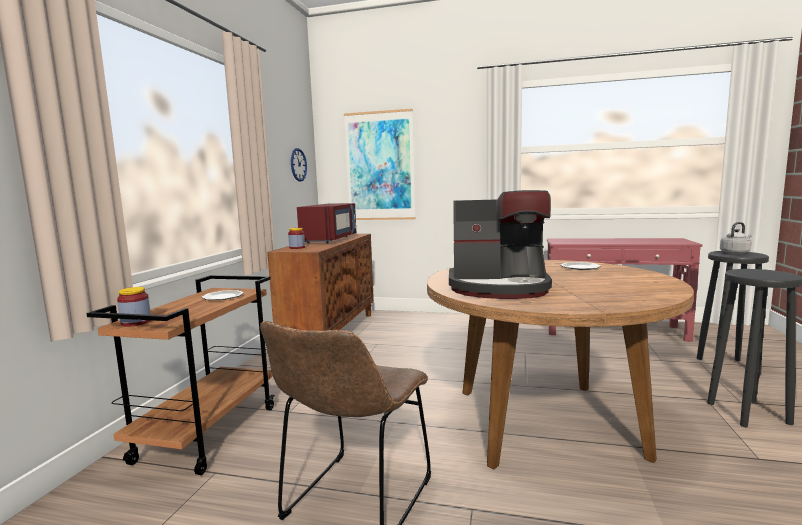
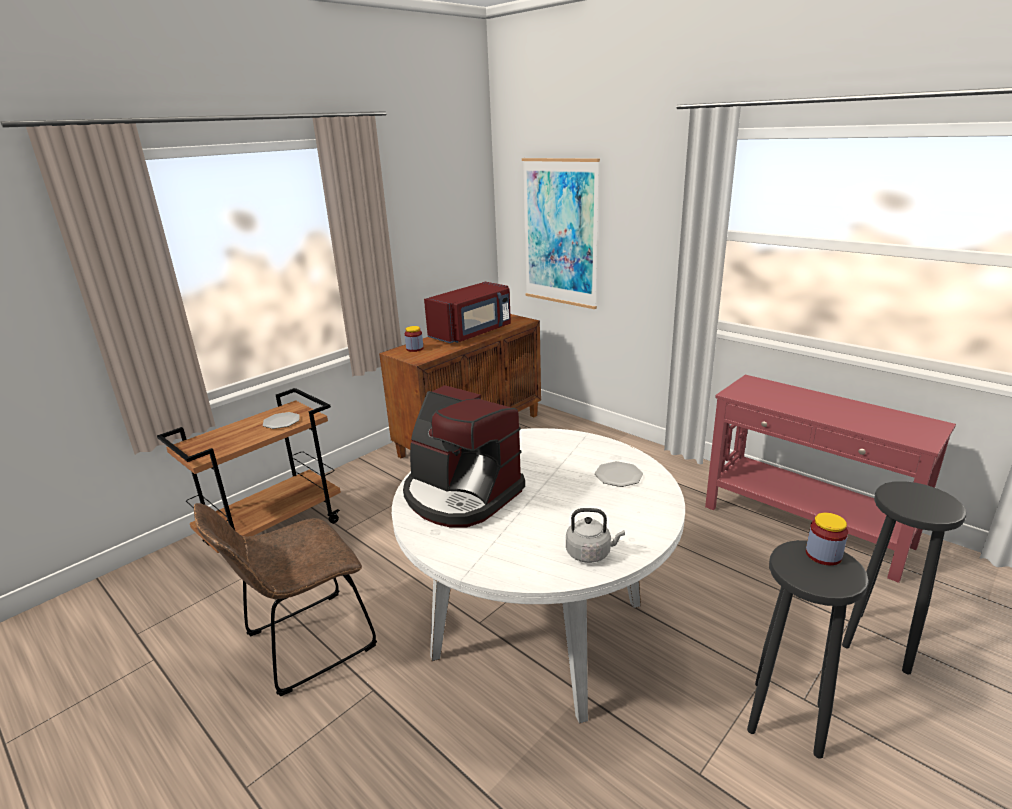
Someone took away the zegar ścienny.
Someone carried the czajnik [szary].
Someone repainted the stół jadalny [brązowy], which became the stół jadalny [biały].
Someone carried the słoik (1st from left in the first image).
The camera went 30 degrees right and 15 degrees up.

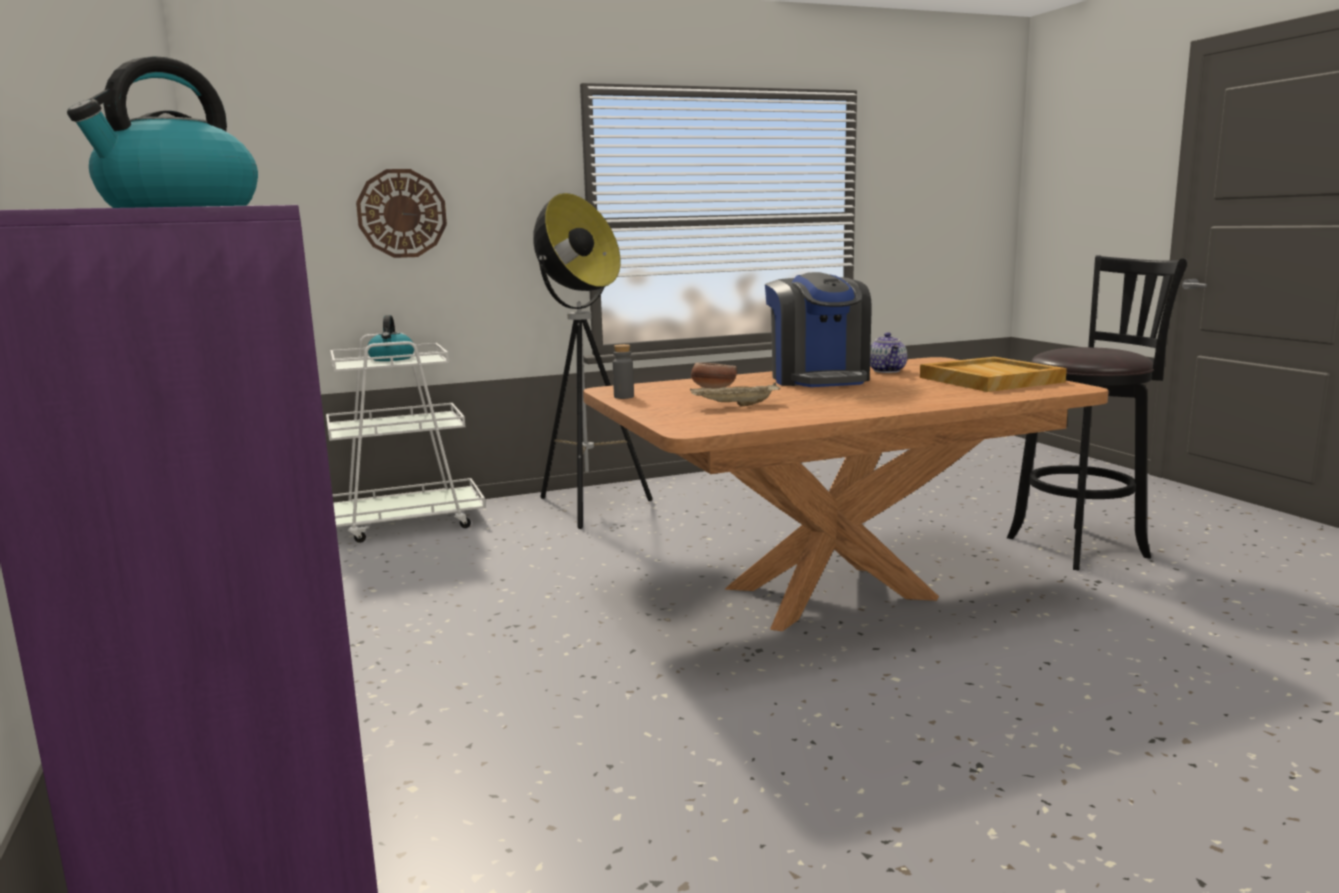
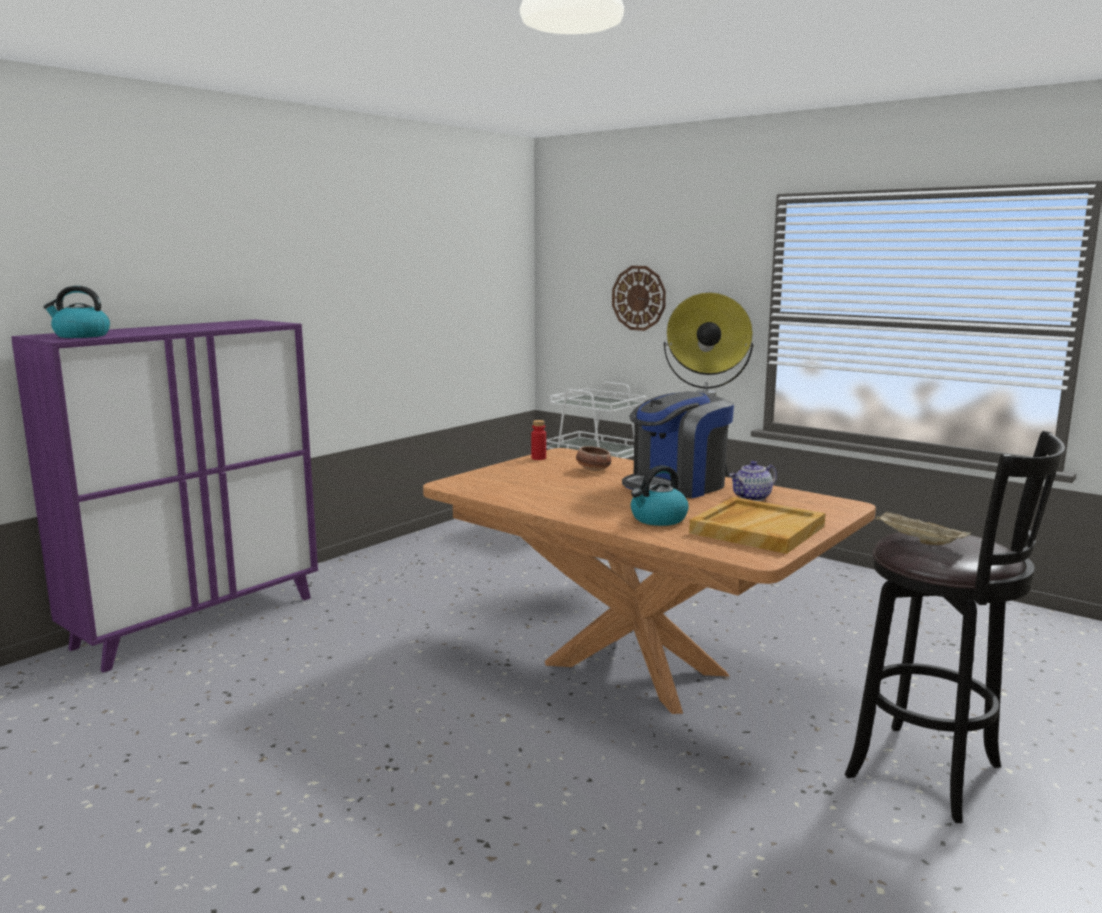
Someone carried the czajnik (2nd from left).
Someone repainted the butelka [szary], which became the butelka [czerwony].
Someone carried the taca [beżowy] (1st from left in the first image).
The camera went 60 degrees right and 0 degrees up.

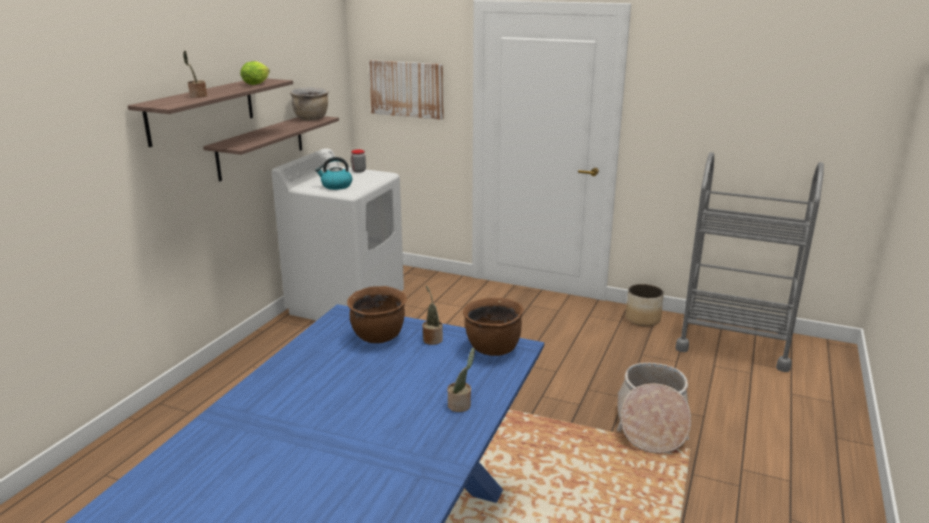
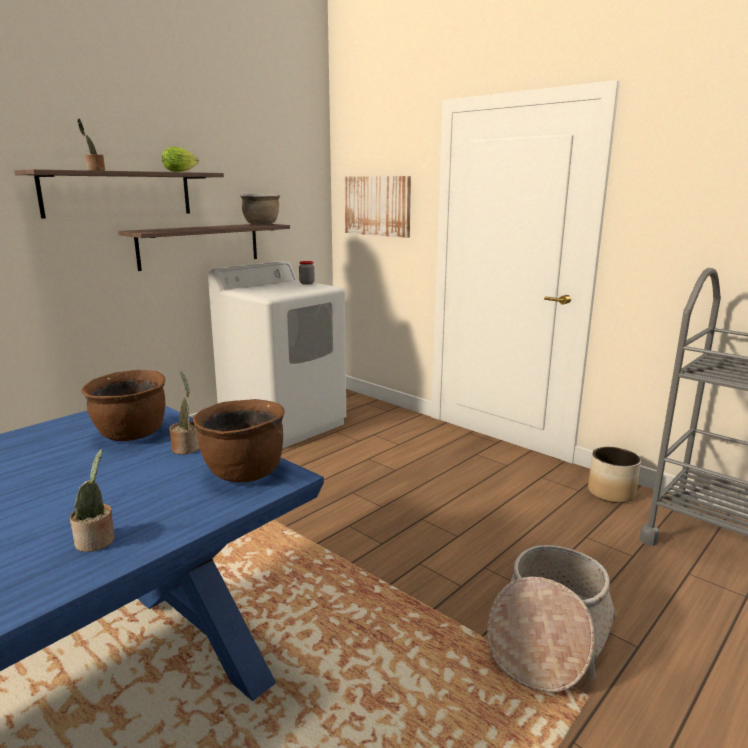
Someone took away the czajnik.
The camera went 20 degrees right and 5 degrees down.

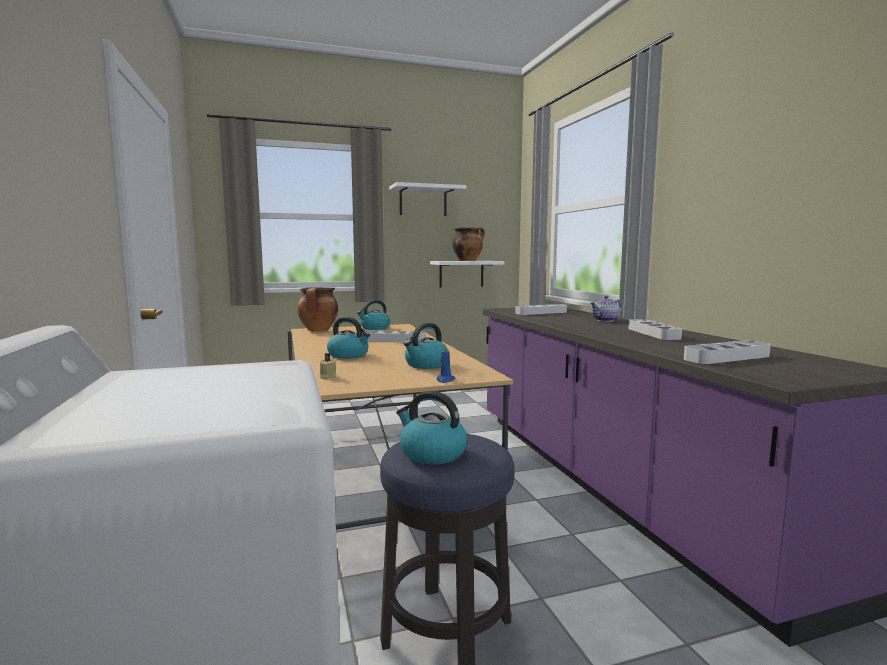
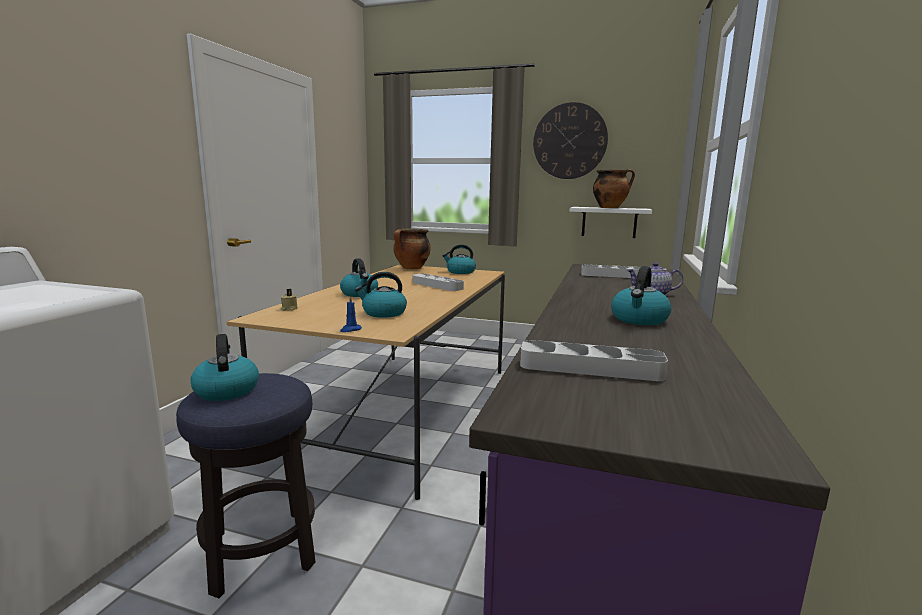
Someone swapped the półka [biały] (1st from left) for the zegar ścienny.
Someone swapped the taca [szary] (3rd from left) for the czajnik (5th from left).
The camera went 35 degrees right and 5 degrees up.

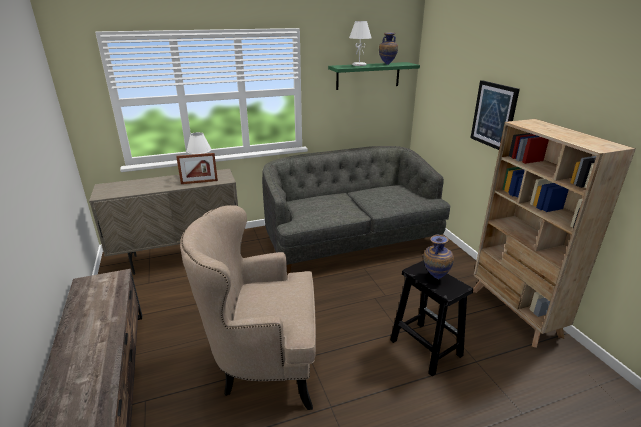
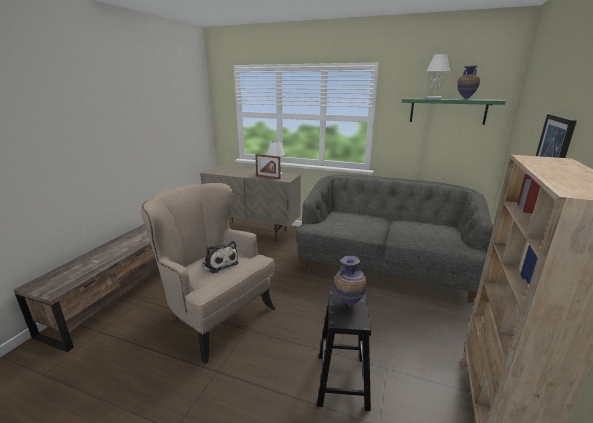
Someone put down the pluszak.
The camera went 40 degrees right and 5 degrees down.

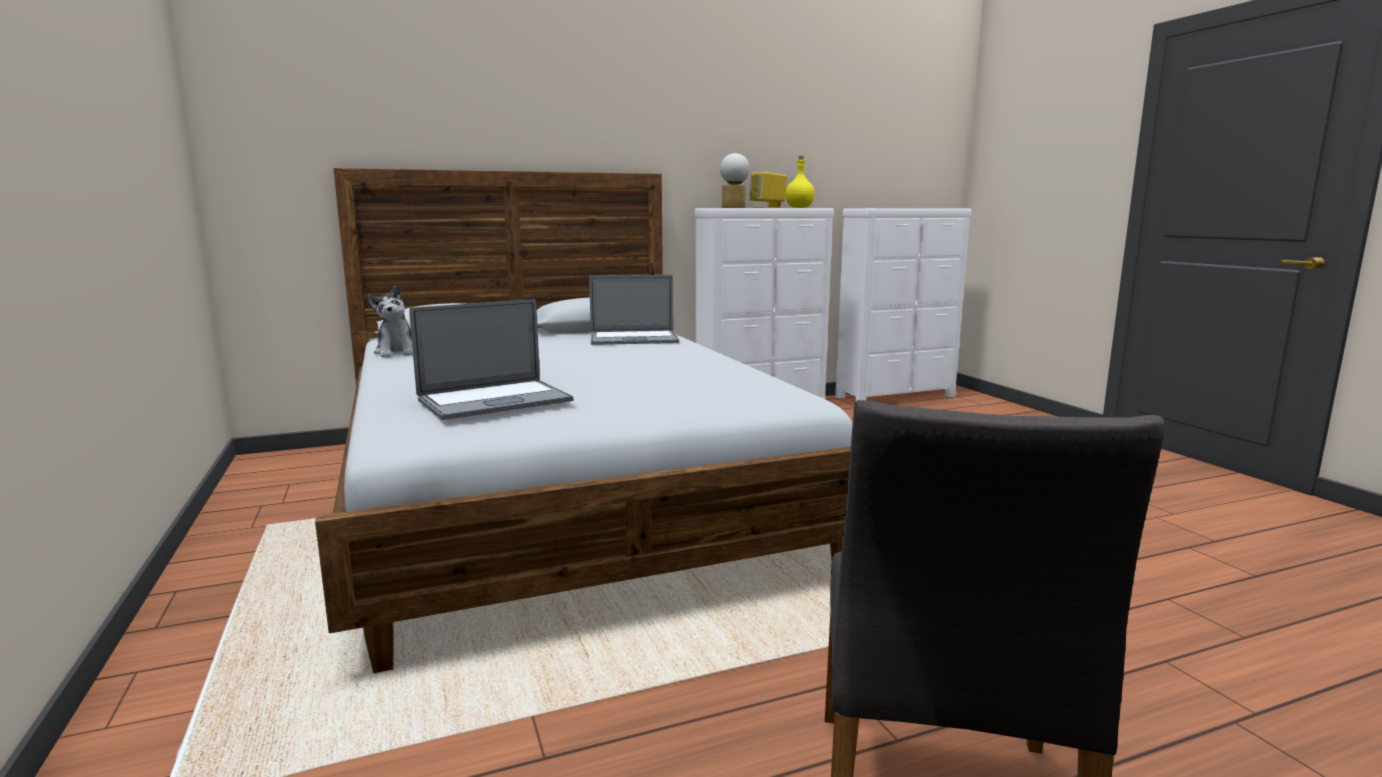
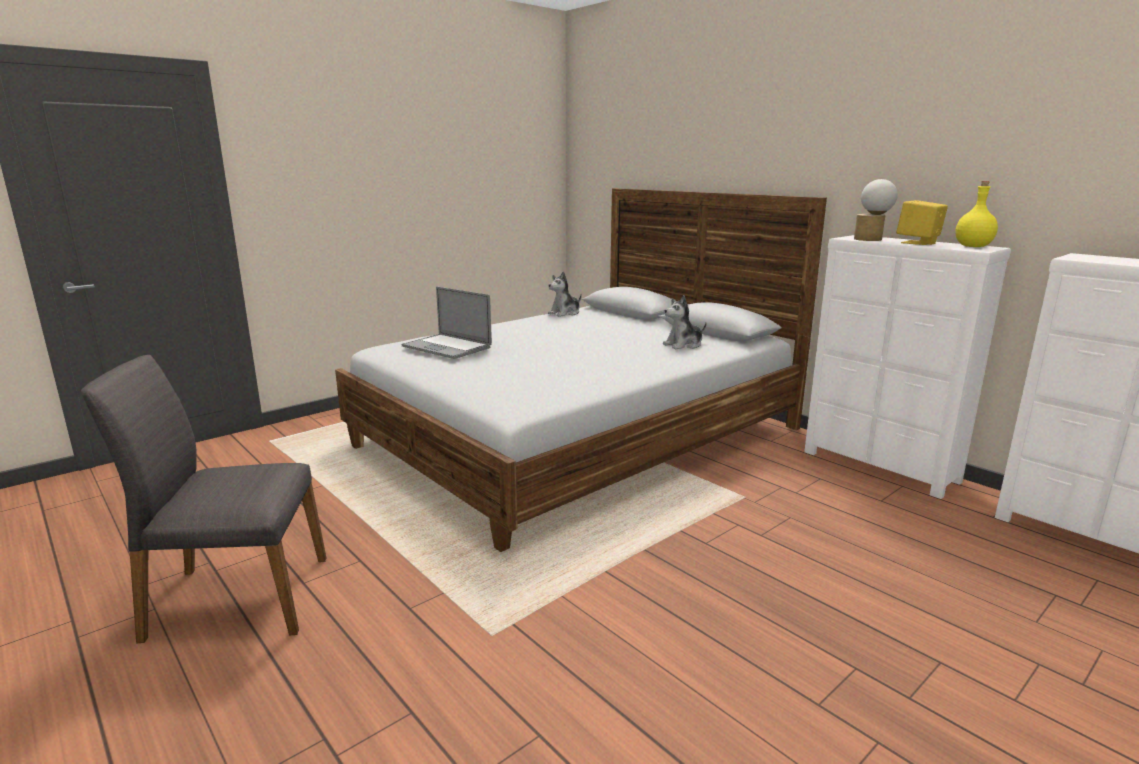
Someone swapped the laptop (2nd from left) for the pluszak (2nd from left).
The camera went 70 degrees right and 5 degrees up.

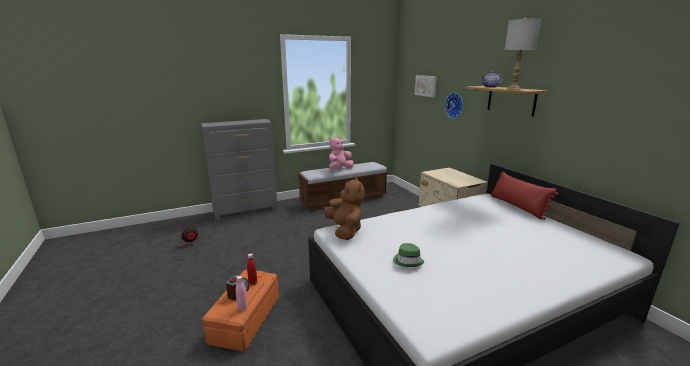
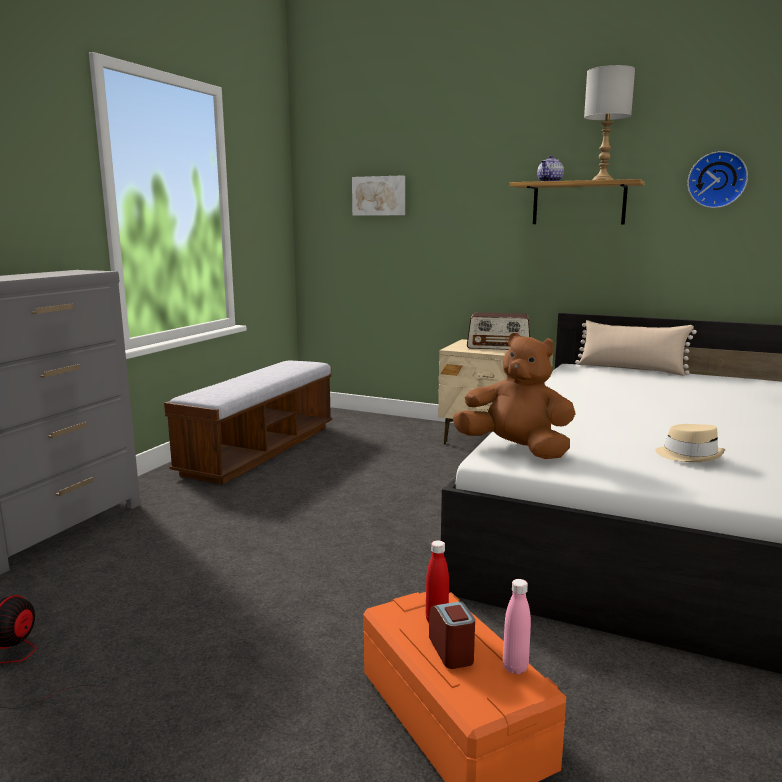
Someone carried the zegar ścienny.
Someone took away the pluszak [różowy].
Someone repainted the poduszka [czerwony], which became the poduszka [beżowy].
Someone repainted the kapelusz [zielony], which became the kapelusz [beżowy].
Someone put down the radio.
The camera went 40 degrees left and 5 degrees down.

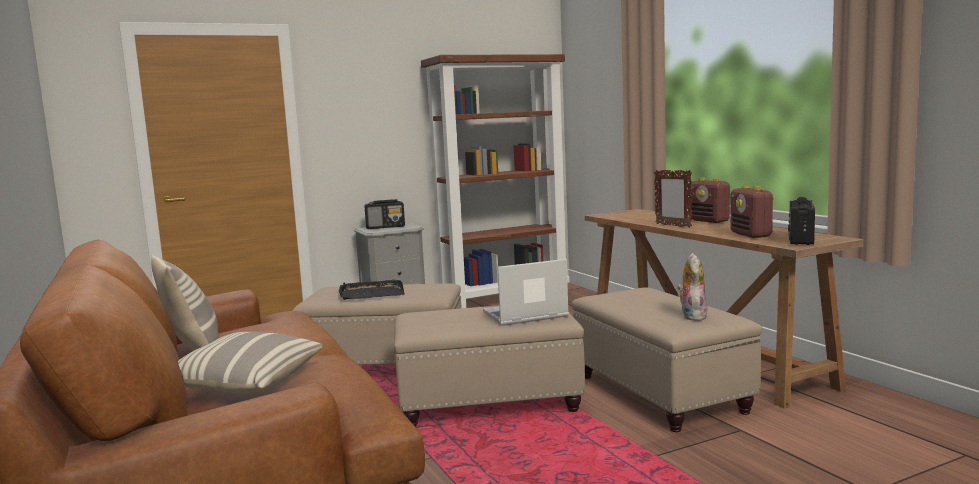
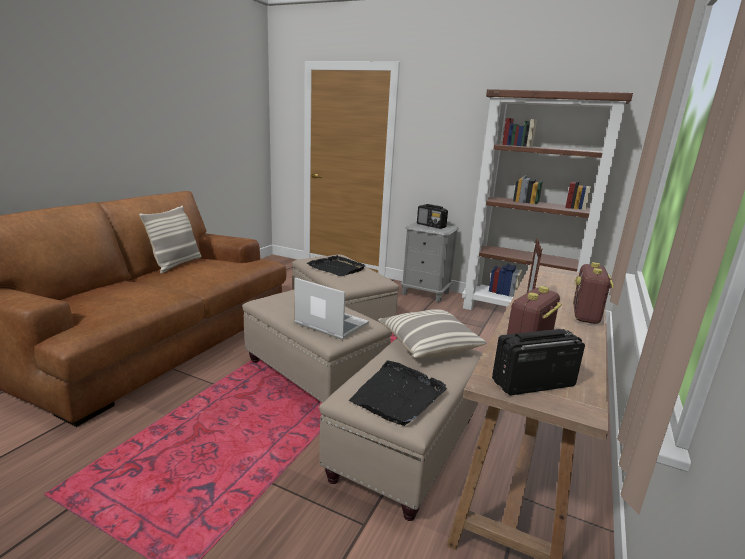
Someone swapped the pluszak for the taca [czarny] (2nd from left).
Someone carried the poduszka (2nd from left).
The camera went 50 degrees right and 10 degrees up.

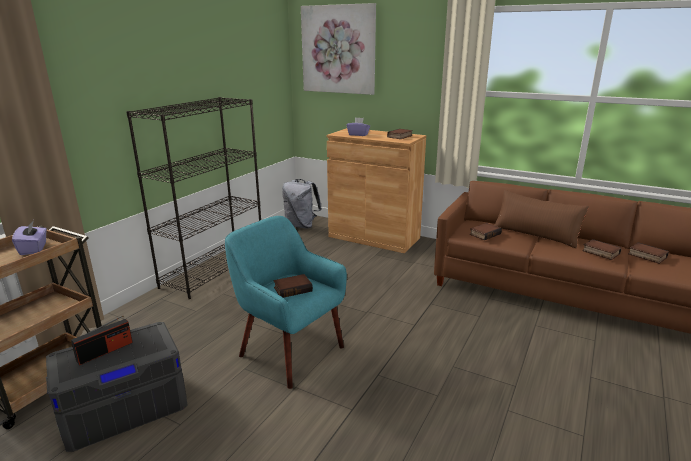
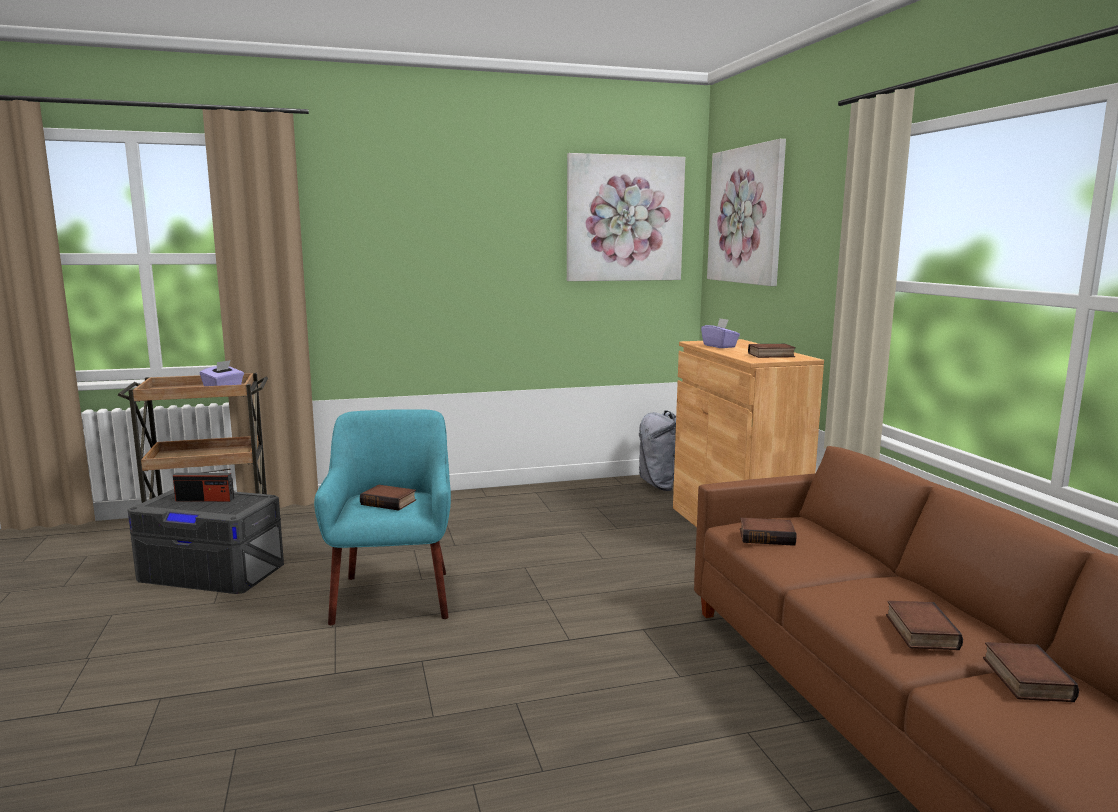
Someone took away the regał [czarny].
Someone took away the poduszka [brązowy].
Someone put up the obraz (1st from left).
The camera went 45 degrees right and 10 degrees down.

